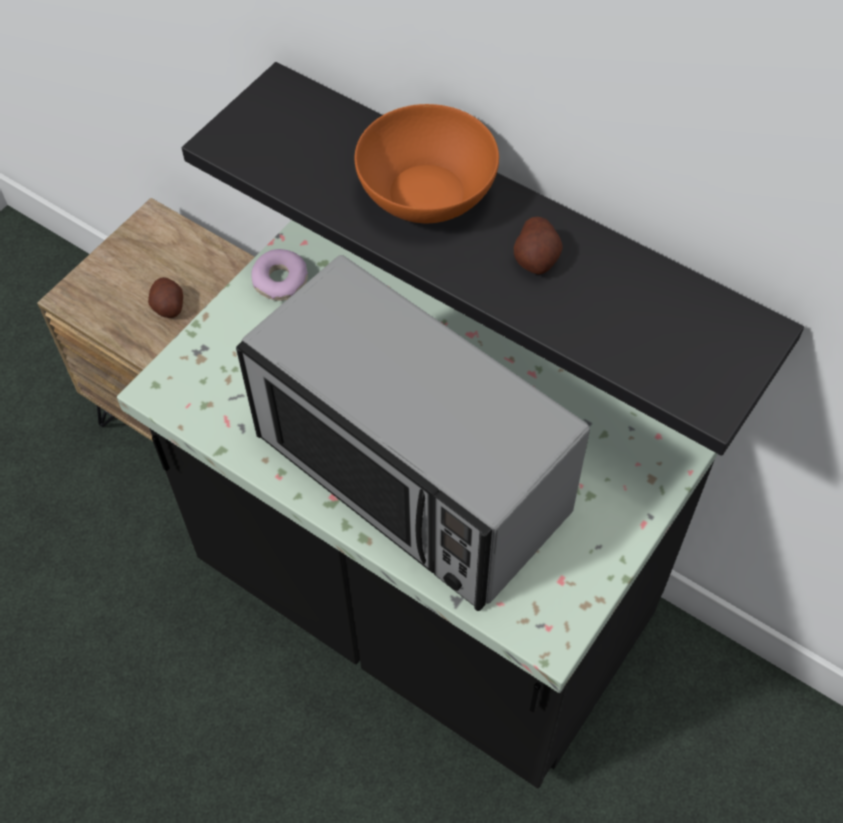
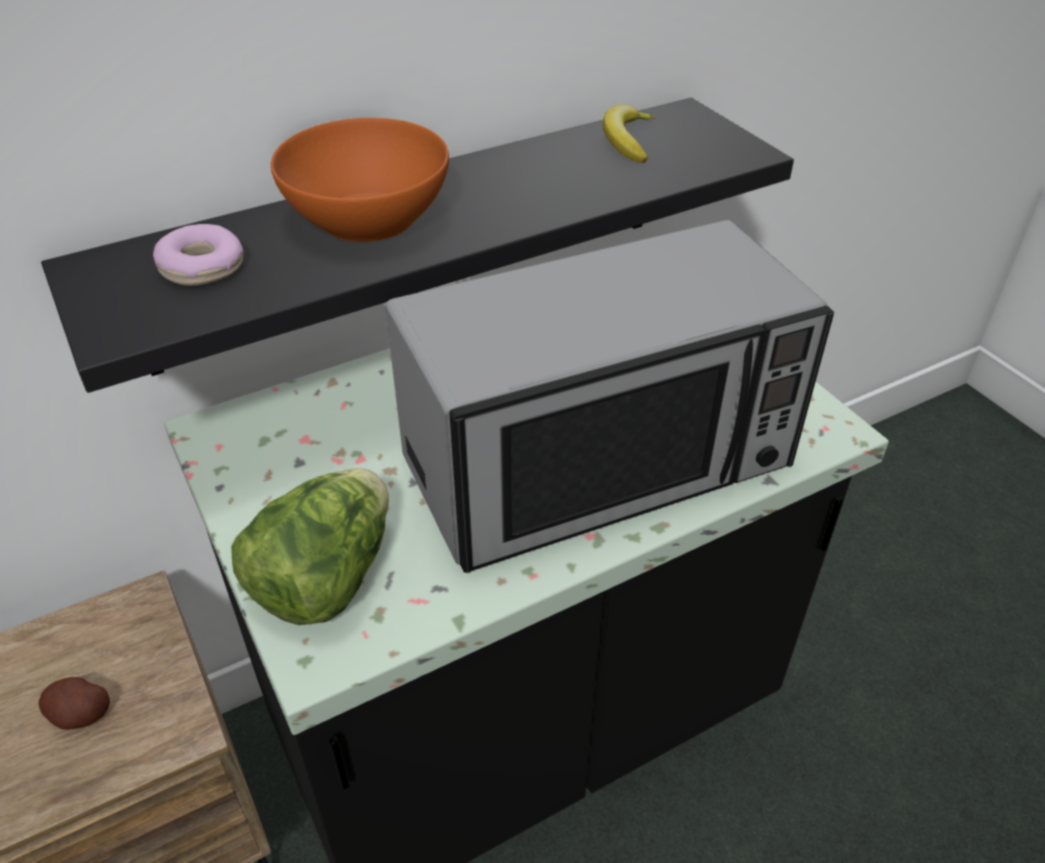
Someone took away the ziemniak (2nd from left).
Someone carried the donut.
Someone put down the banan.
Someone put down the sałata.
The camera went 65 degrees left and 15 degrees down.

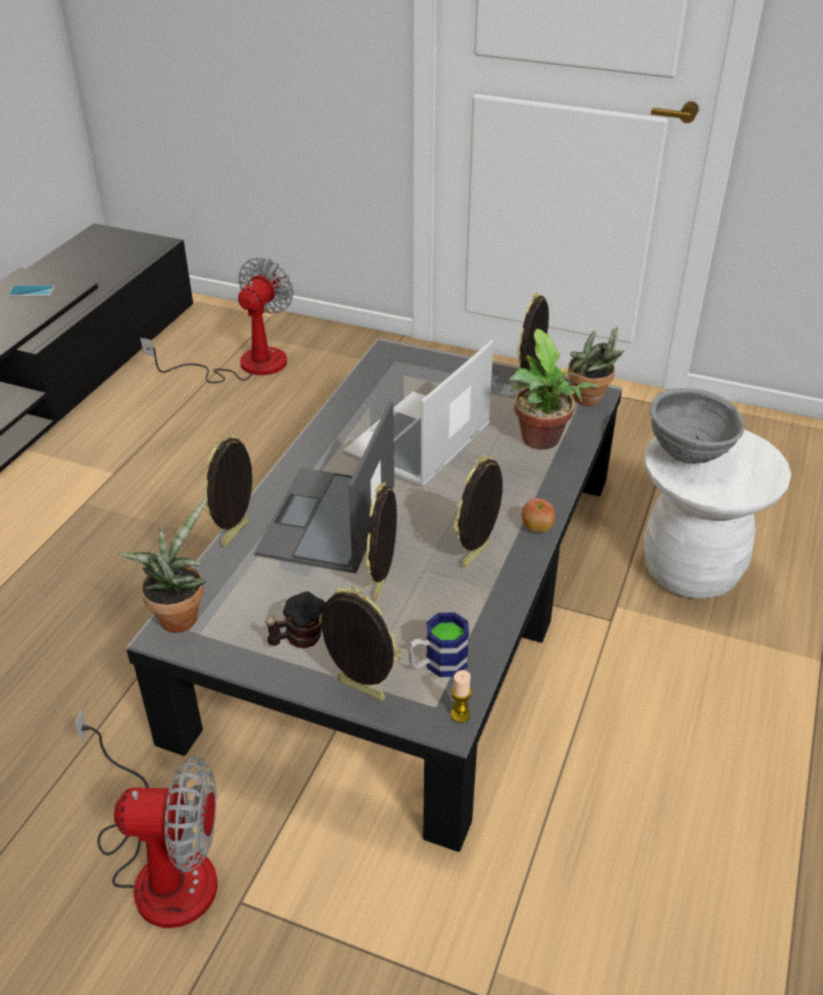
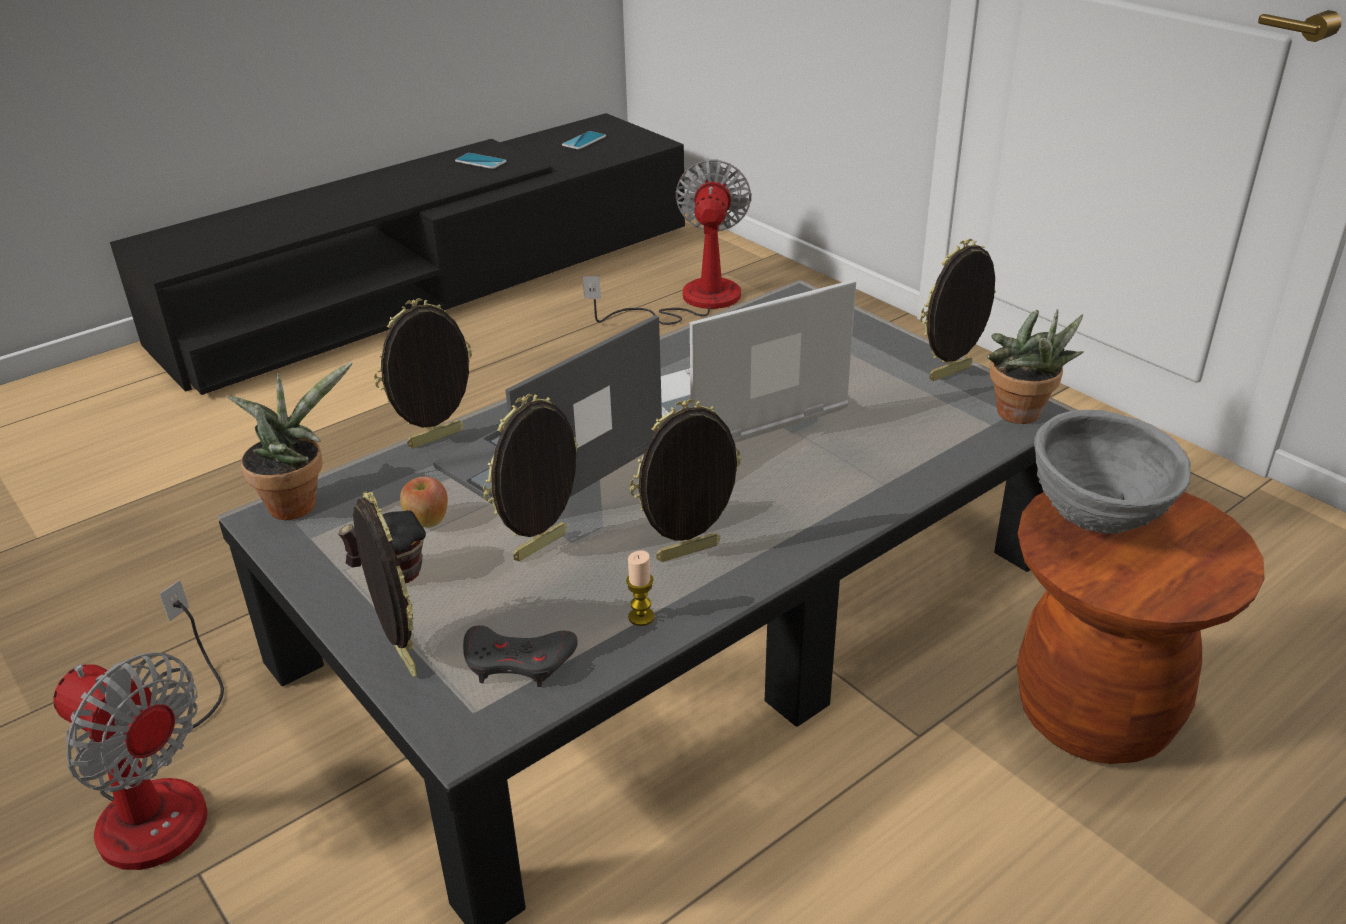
Someone rotated the wentylator (2nd from left) by 45 degrees counterclockwise.
Someone took away the roślina doniczkowa (2nd from left).
Someone repainted the stołek [biały], which became the stołek [brązowy].
Someone carried the jabłko.
Someone swapped the kubek (2nd from left) for the pad do gier [szary].
Someone carried the świeca.
Someone put down the telefon (2nd from left).
The camera went 30 degrees right and 5 degrees down.

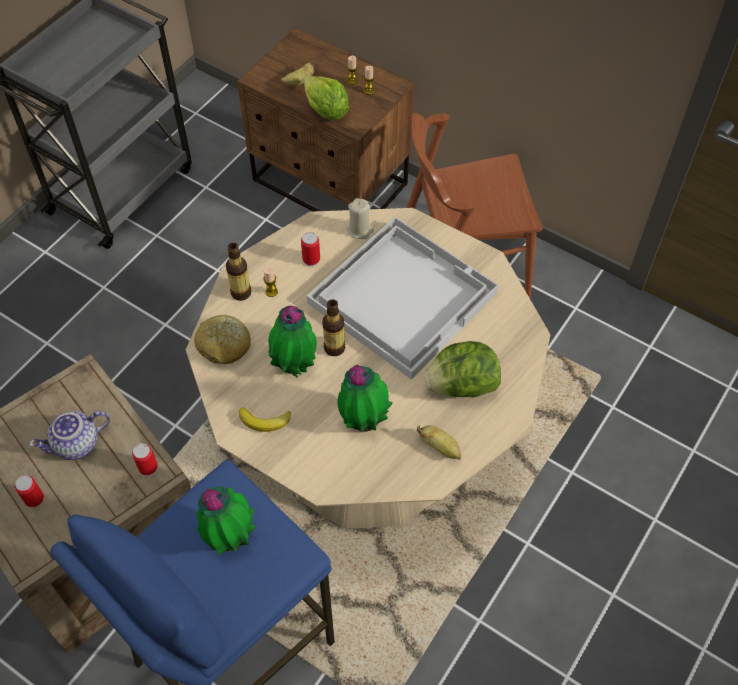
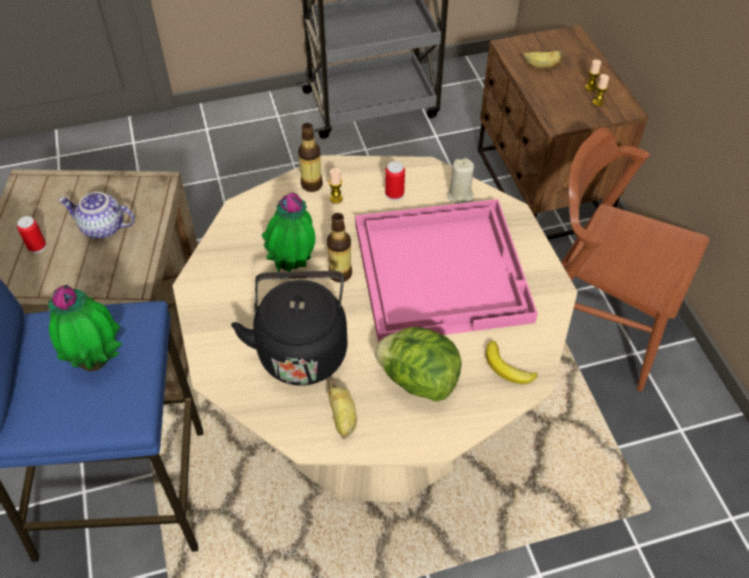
Someone took away the sałata (1st from left).
Someone repainted the taca [biały], which became the taca [różowy].
Someone took away the chleb.
Someone swapped the roślina doniczkowa (3rd from left) for the czajnik [czarny].
Someone carried the banan (1st from left in the first image).
Someone took away the puszka (2nd from left).
The camera went 40 degrees right and 5 degrees down.

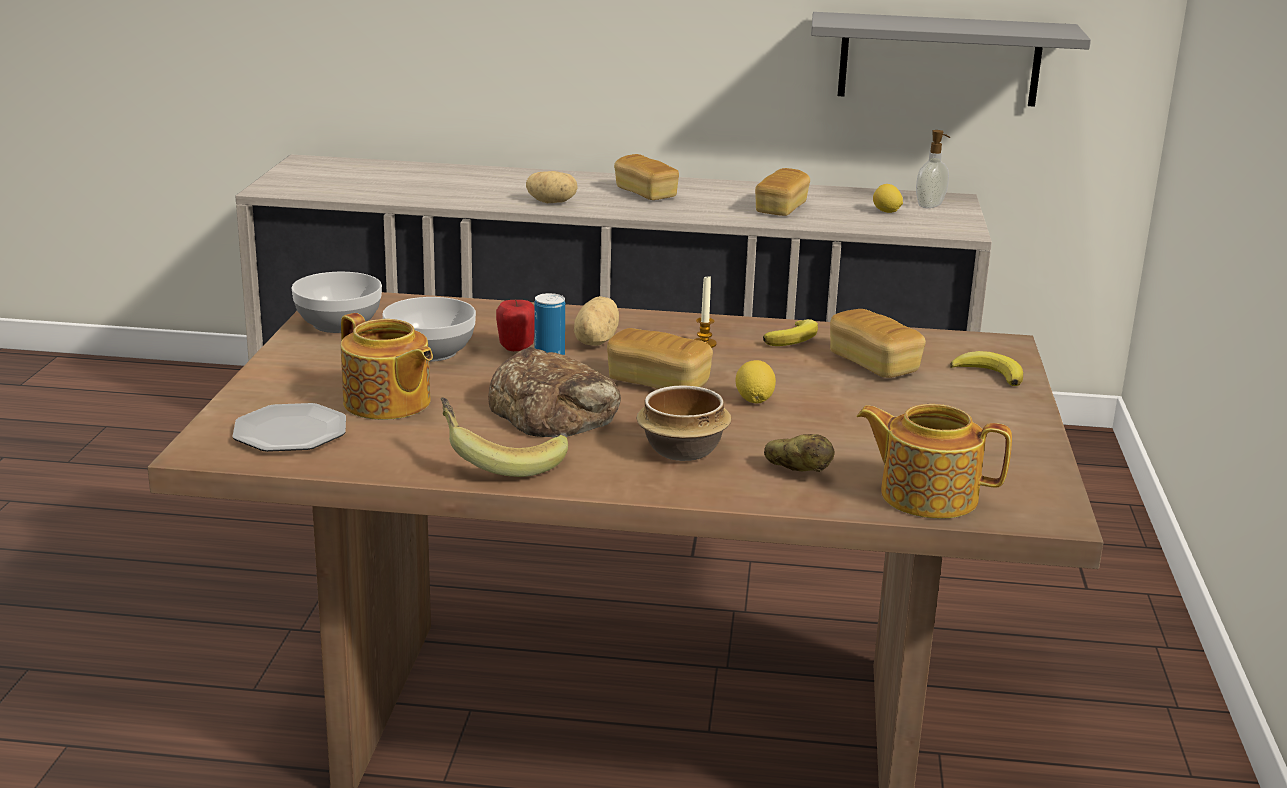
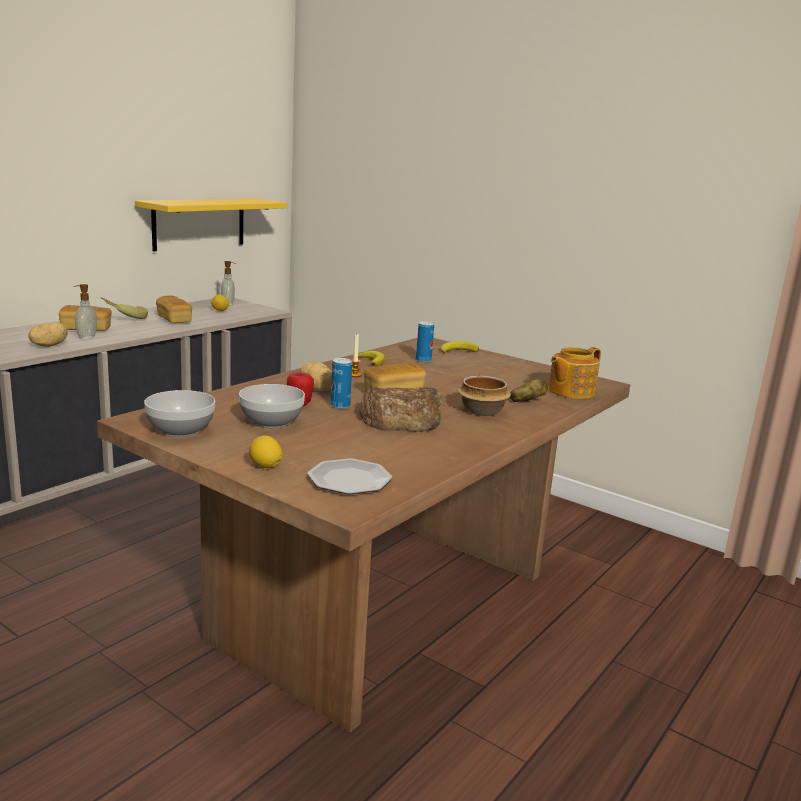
Someone repainted the półka [szary], which became the półka [żółty].
Someone swapped the chleb (5th from left) for the puszka (2nd from left).
Someone took away the imbryk (1st from left).
Someone carried the cytryna (1st from left in the first image).
Someone carried the banan (1st from left).
Someone put down the dozownik mydła (1st from left).
The camera went 60 degrees left and 5 degrees down.

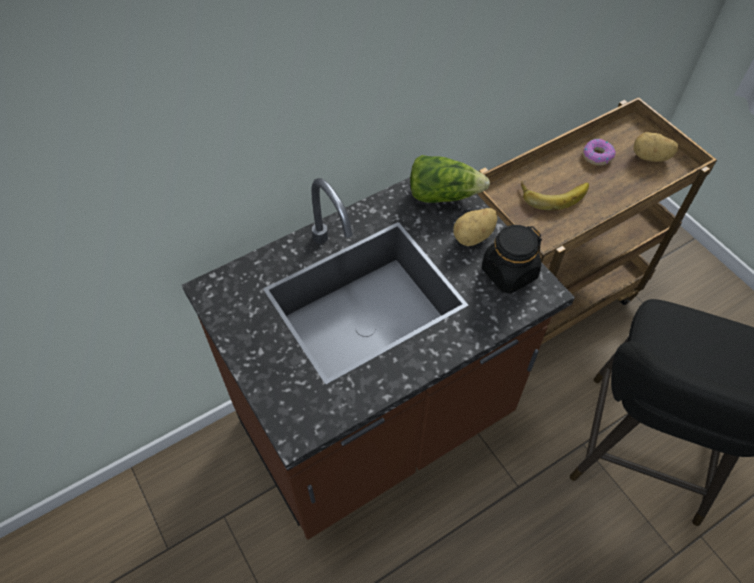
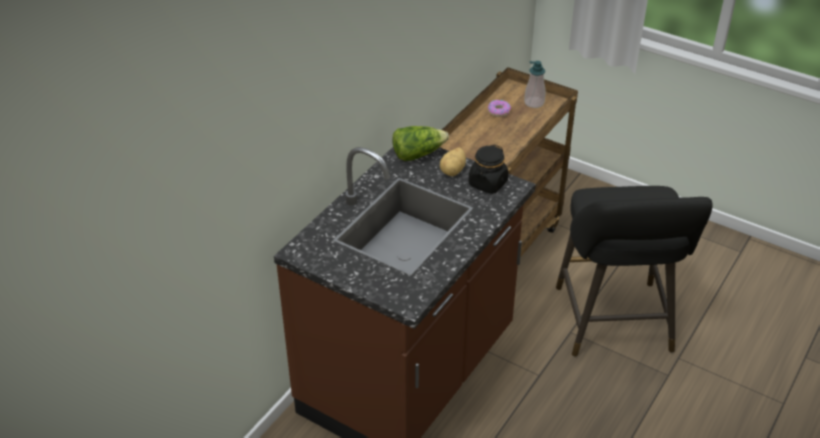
Someone swapped the ziemniak (2nd from left) for the dozownik mydła.
Someone took away the banan.
The camera went 25 degrees left and 15 degrees down.

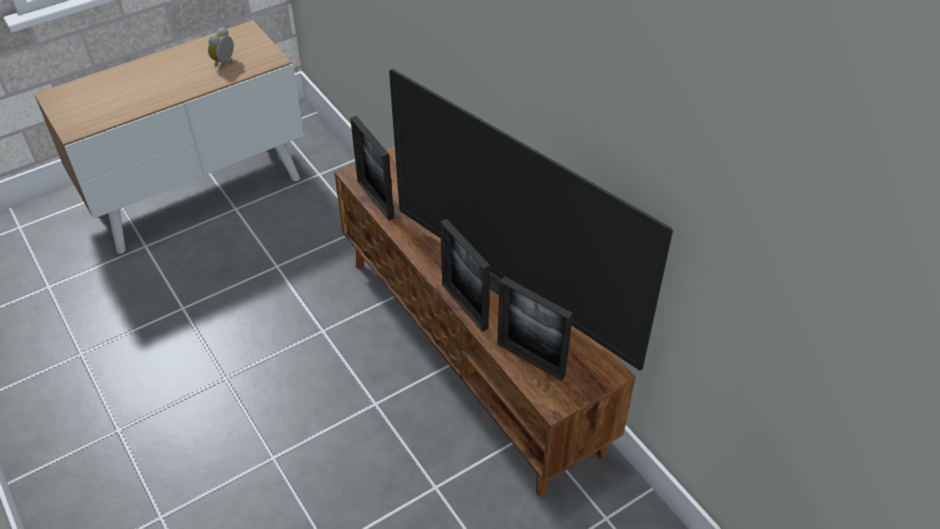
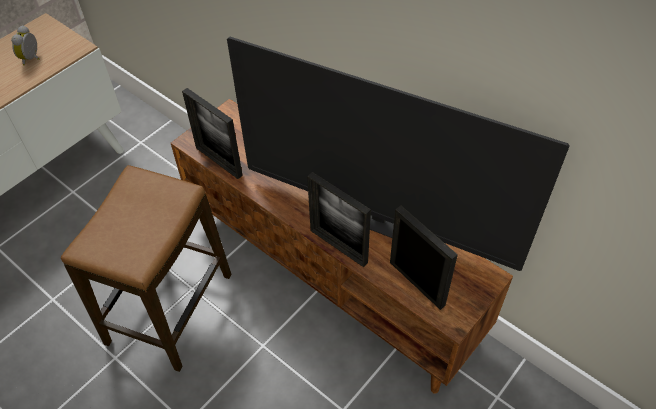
Someone rotated the ramka na zdjęcie (3rd from left) by 150 degrees counterclockwise.
Someone put down the stołek.
The camera went 15 degrees left and 5 degrees up.

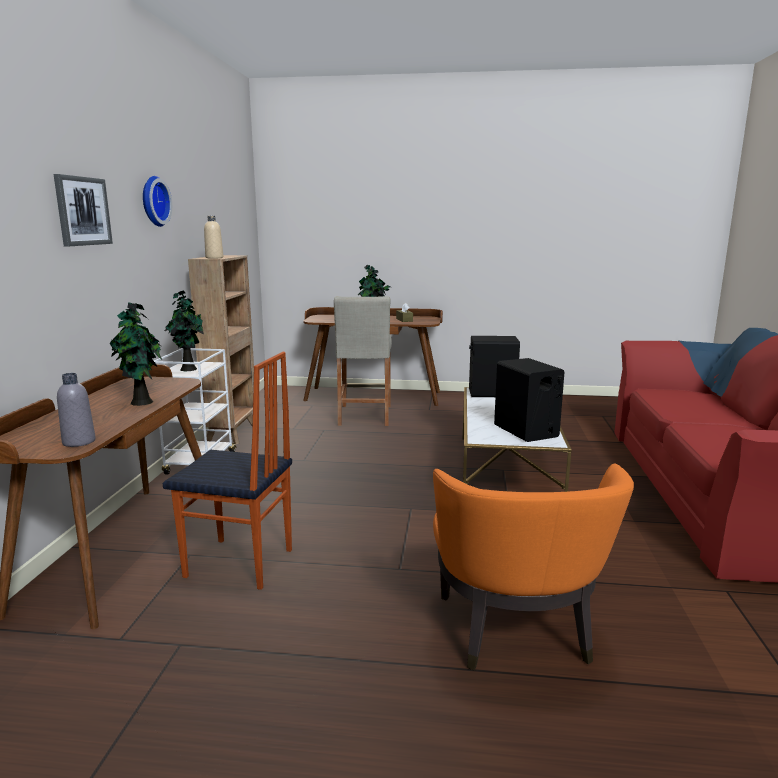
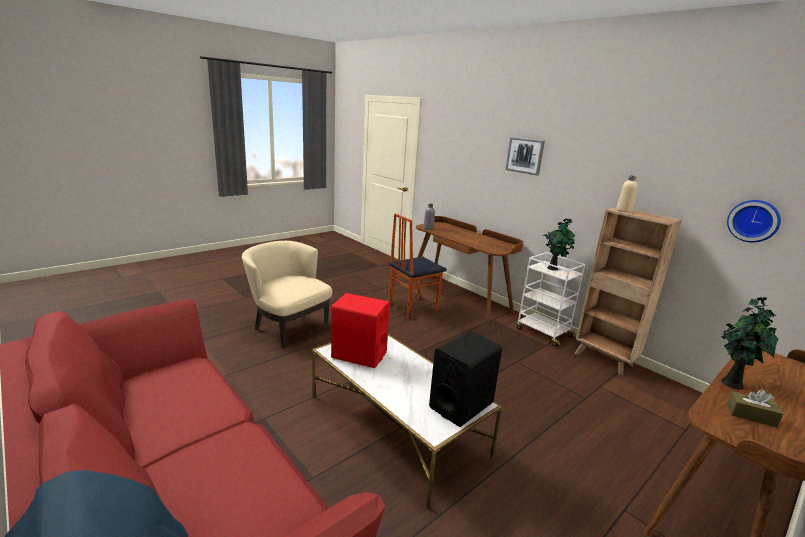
Someone carried the zegar ścienny.
Someone took away the stołek [beżowy].
Someone took away the roślina doniczkowa (1st from left).
Someone repainted the głośnik [czarny] (2nd from left), which became the głośnik [czerwony].
Someone repainted the fotel [pomarańczowy], which became the fotel [beżowy].
The camera went 130 degrees right and 5 degrees up.

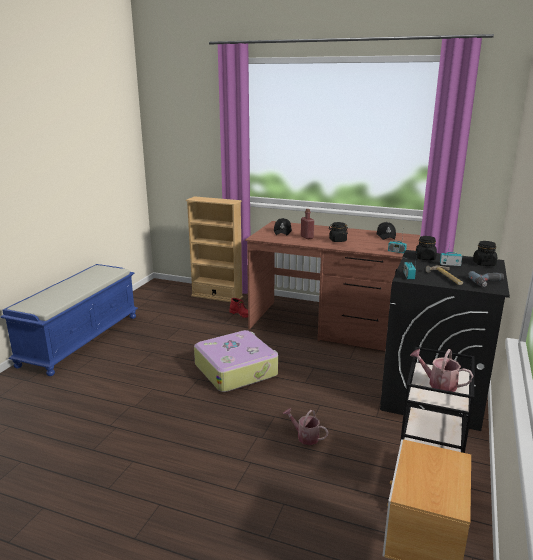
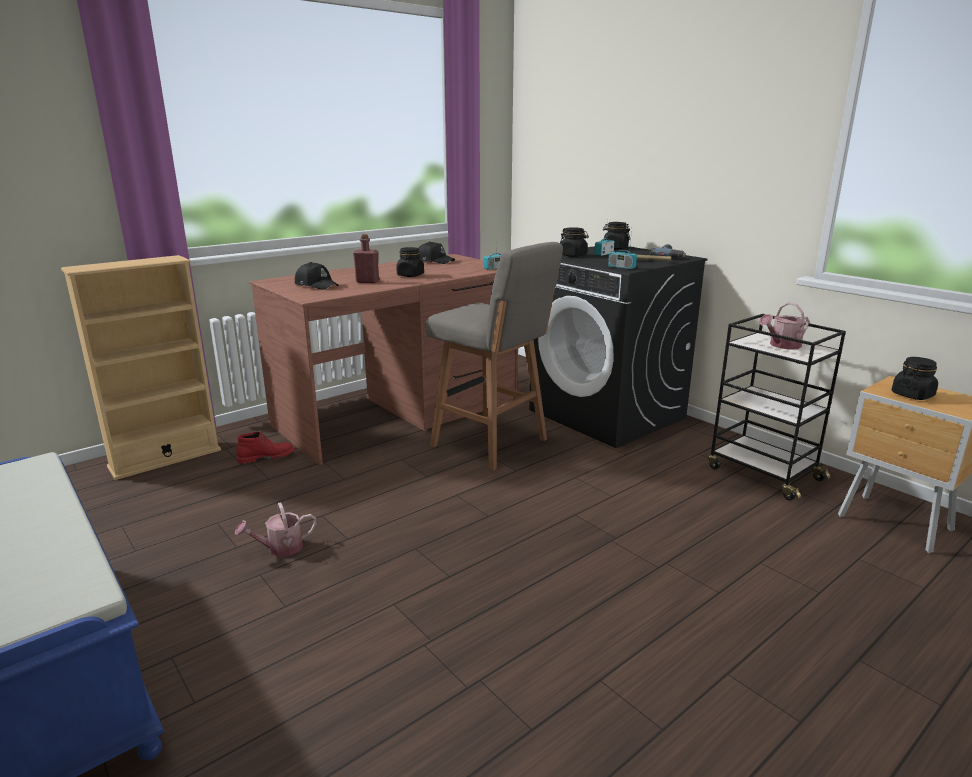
Someone took away the walizka.
Someone carried the konewka (1st from left).
Someone put down the stołek [szary].
Someone put down the słoik [czarny] (4th from left).
The camera went 60 degrees left and 0 degrees up.

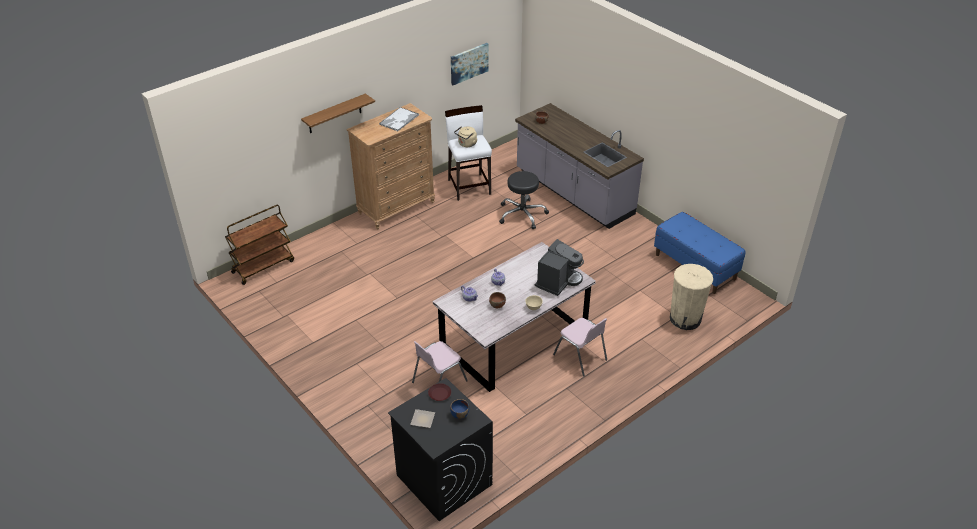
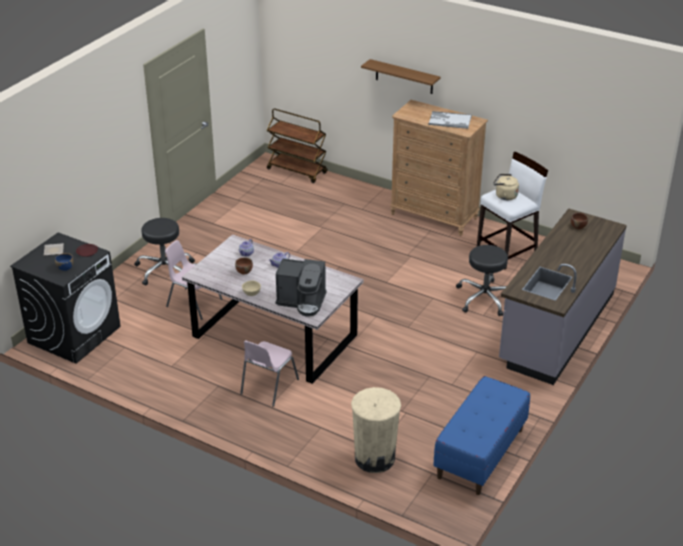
Someone took away the obraz.
Someone put down the stołek [czarny] (1st from left).
The camera went 70 degrees right and 5 degrees down.

